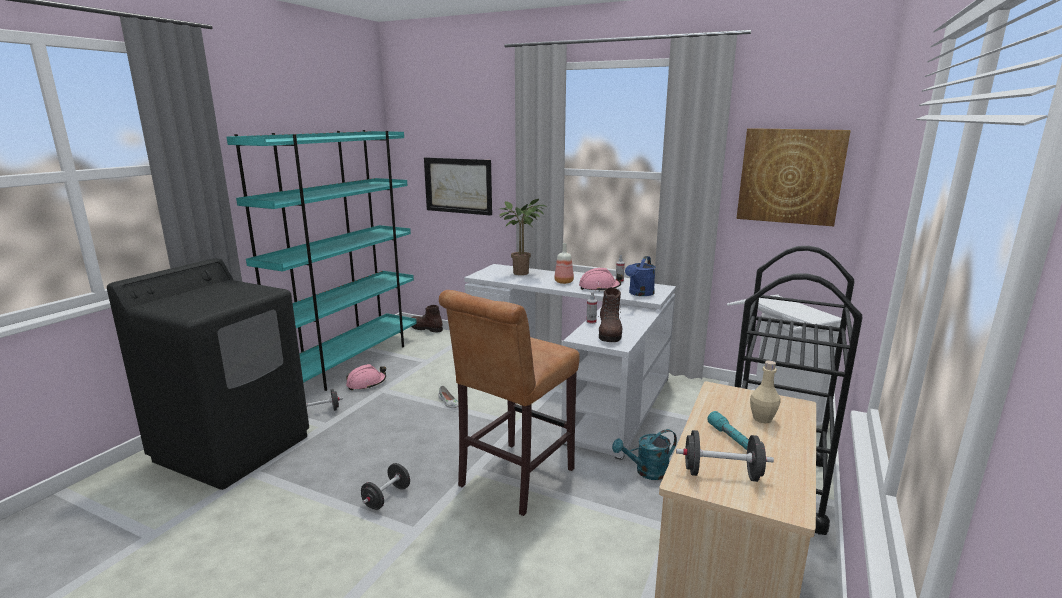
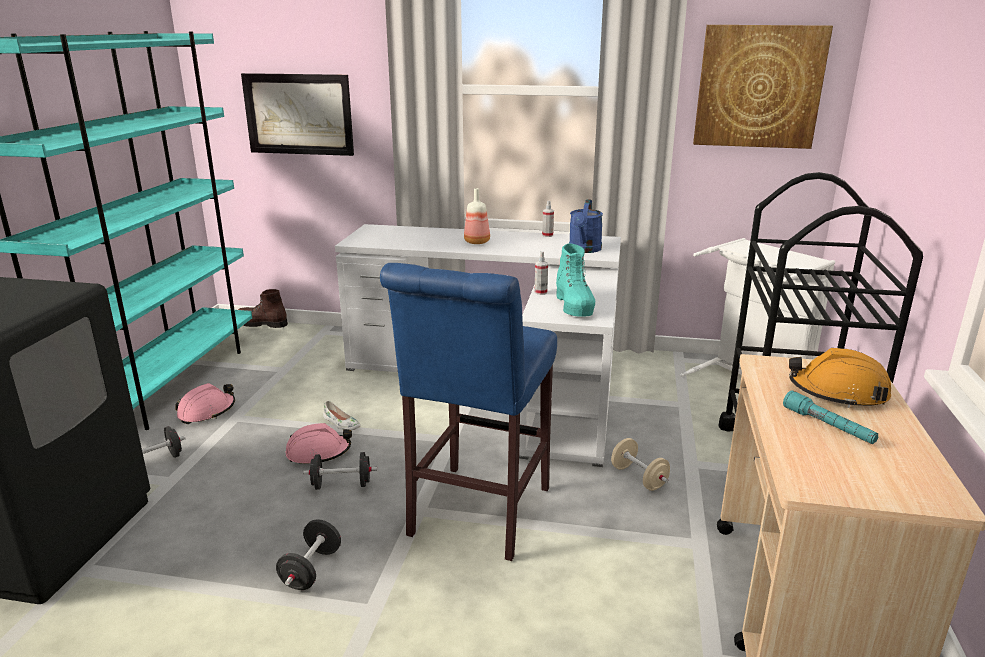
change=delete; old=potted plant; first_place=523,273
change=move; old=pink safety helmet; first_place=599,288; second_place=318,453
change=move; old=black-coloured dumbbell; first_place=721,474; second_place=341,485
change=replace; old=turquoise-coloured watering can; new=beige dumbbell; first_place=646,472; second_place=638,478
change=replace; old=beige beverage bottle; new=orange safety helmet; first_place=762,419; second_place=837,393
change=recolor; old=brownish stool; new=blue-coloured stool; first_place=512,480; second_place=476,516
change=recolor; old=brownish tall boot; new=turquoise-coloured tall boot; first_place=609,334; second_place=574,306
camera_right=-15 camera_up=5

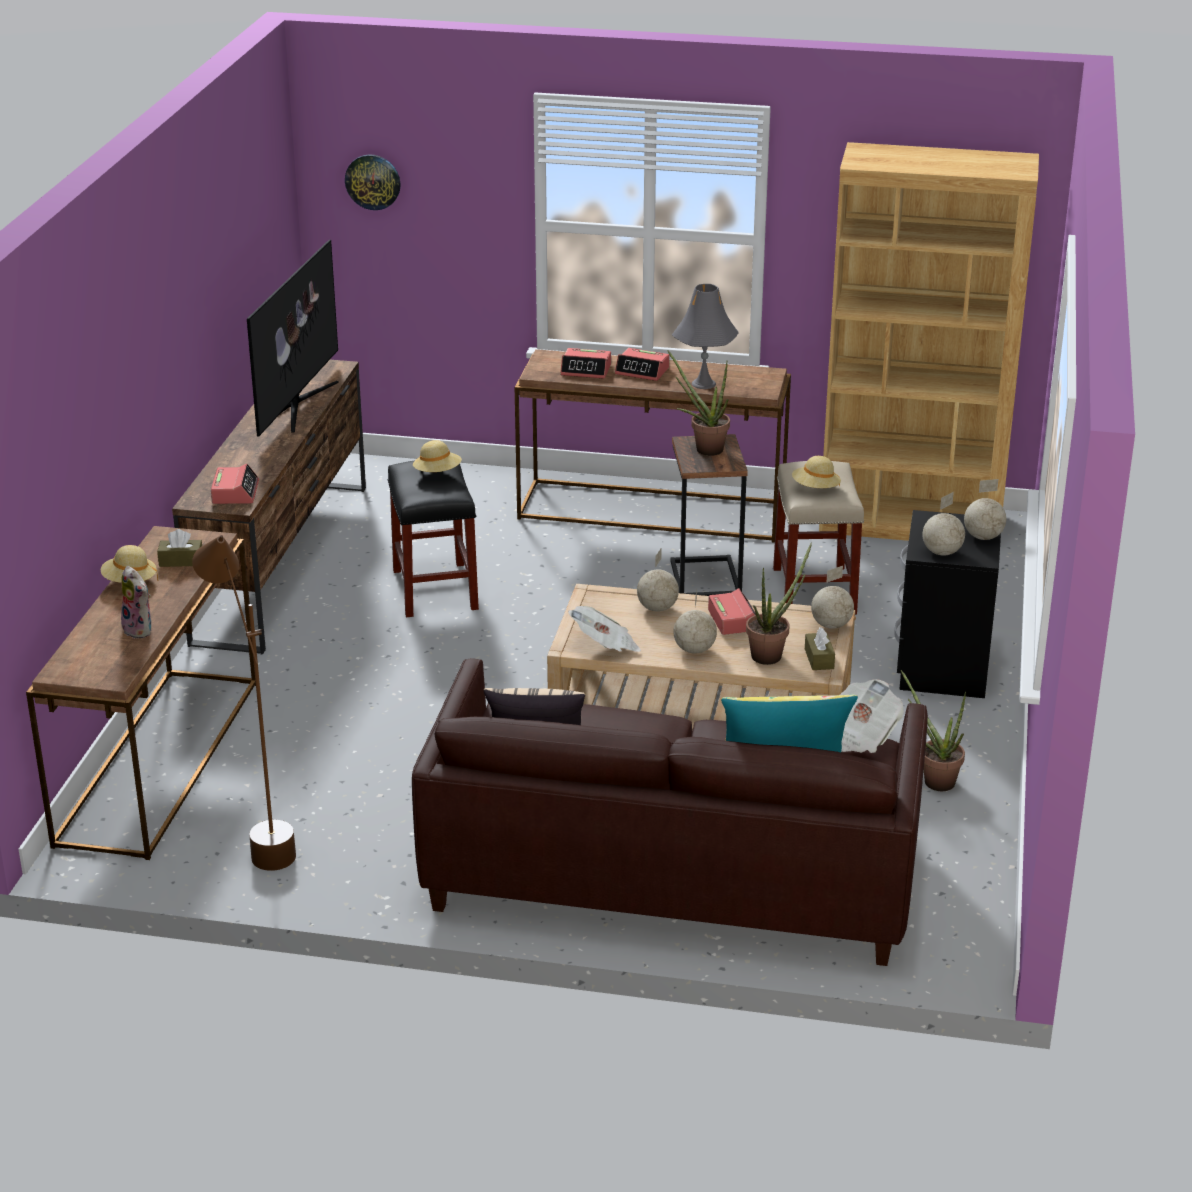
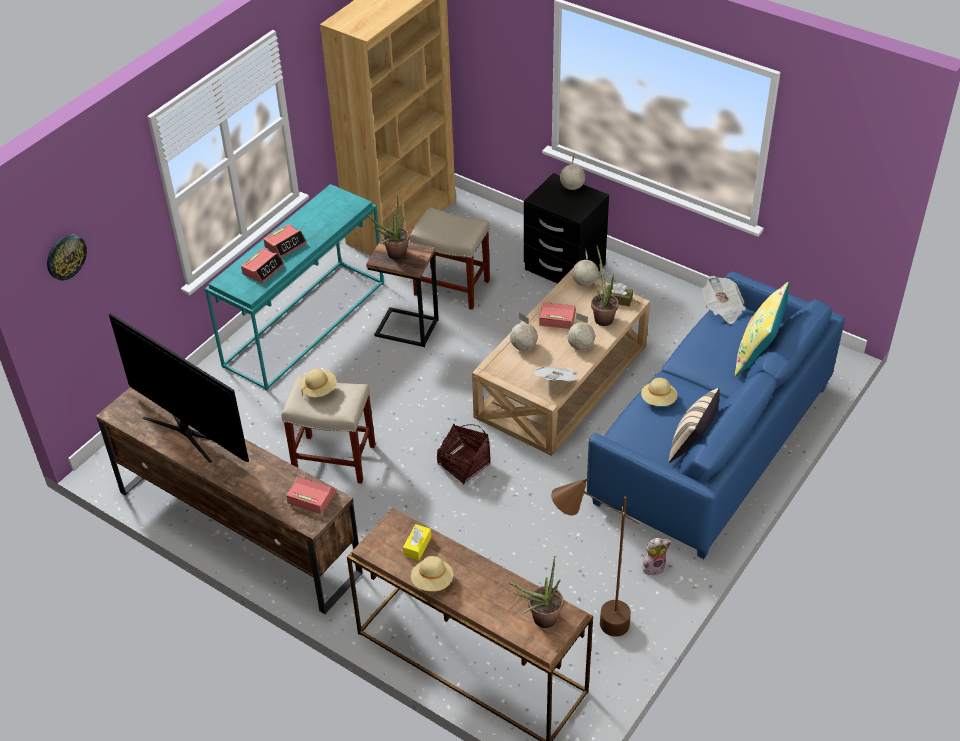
change=delete; old=grey table lamp; first_place=703,384
change=delete; old=desk globe; first_place=941,553
change=insert; new=household basket; second_place=463,464
change=move; old=soft toy; first_place=140,630; second_place=653,566
change=move; old=beige clothing hat; first_place=815,488; second_place=658,400
change=move; old=potted plant; first_place=933,780; second_place=540,620
change=recolor; old=brownish tissue box; new=yellow tissue box; first_place=181,561; second_place=417,546
change=recolor; old=black-coloured stool; new=beige stool; first_place=434,589; second_place=333,459
change=recolor; old=brownish sofa; new=blue-coloured sofa; first_place=671,873; second_place=711,444
change=recolor; old=brownish hall table; new=turquoise-coloured hall table; first_place=653,511; second_place=305,323
camera_right=-65 camera_up=15

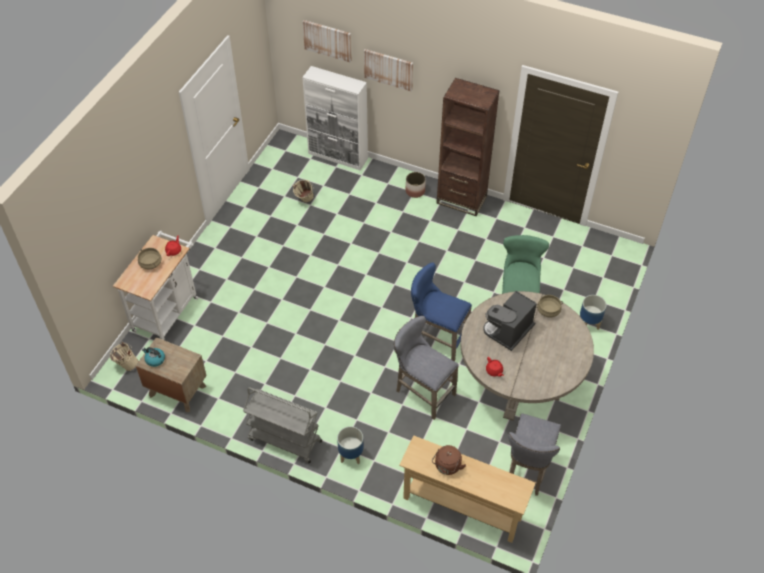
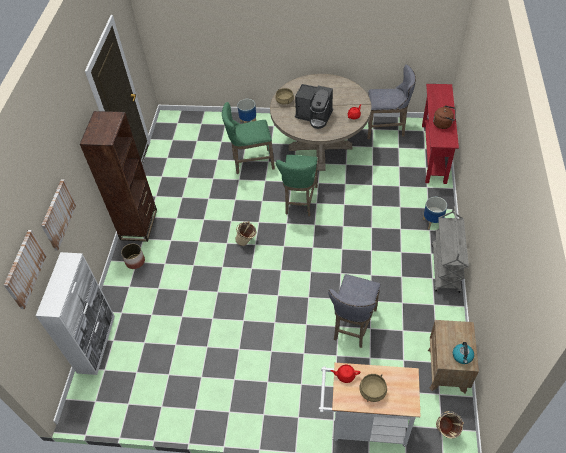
change=move; old=beige pail; first_place=304,201; second_place=247,242
change=move; old=grey stool; first_place=422,392; second_place=353,326
change=recolor; old=beige hall table; new=red-coloured hall table; first_place=462,508; second_place=434,153
change=recolor; old=blue-coloured stool; new=green-coloured stool; first_place=436,338; second_place=300,202
camera_right=-105 camera_up=0

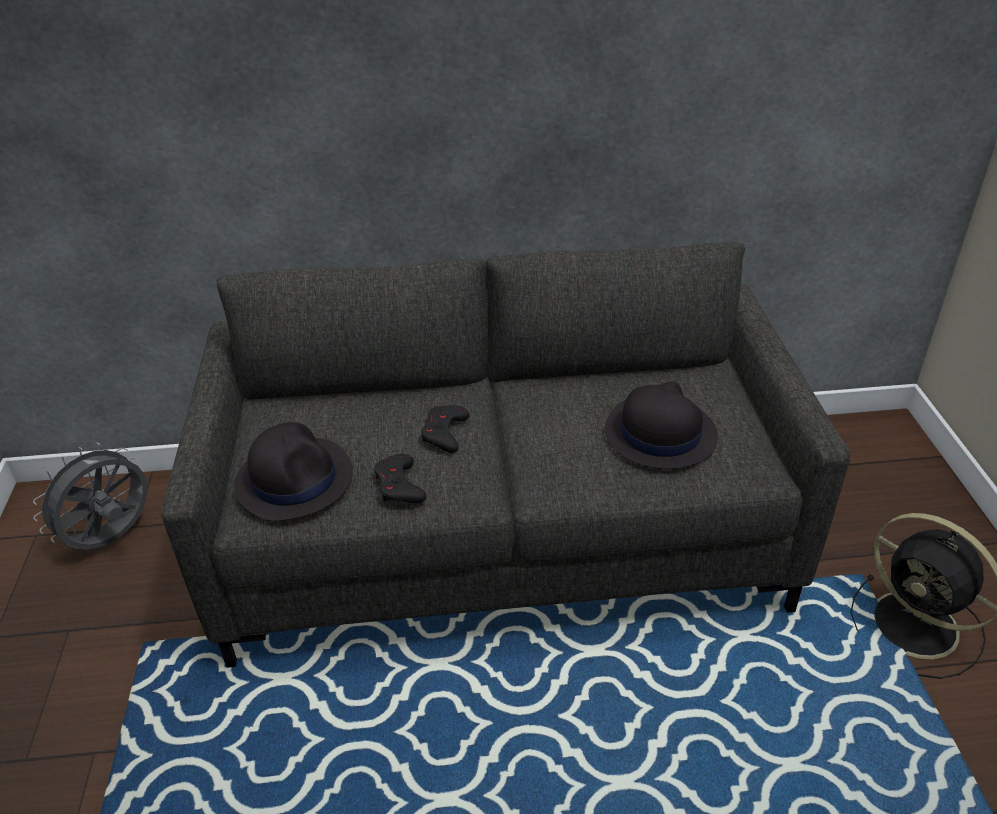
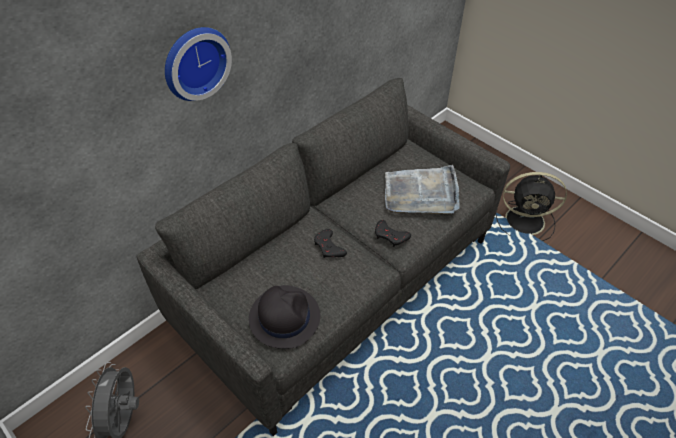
change=insert; new=hanging clock; second_place=194,62
change=move; old=black-coloured gamepad; first_place=399,485; second_place=390,236
change=replace; old=black-coloured clothing hat; new=grey tray; first_place=659,433; second_place=421,193
camera_right=-40 camera_up=10

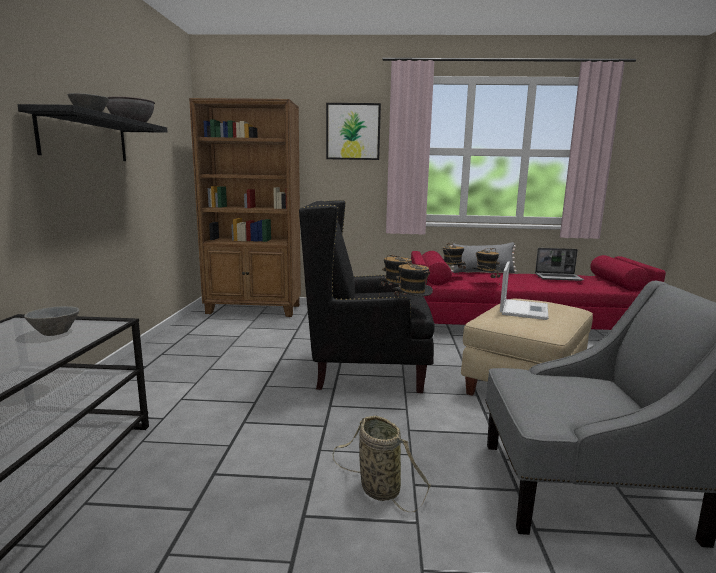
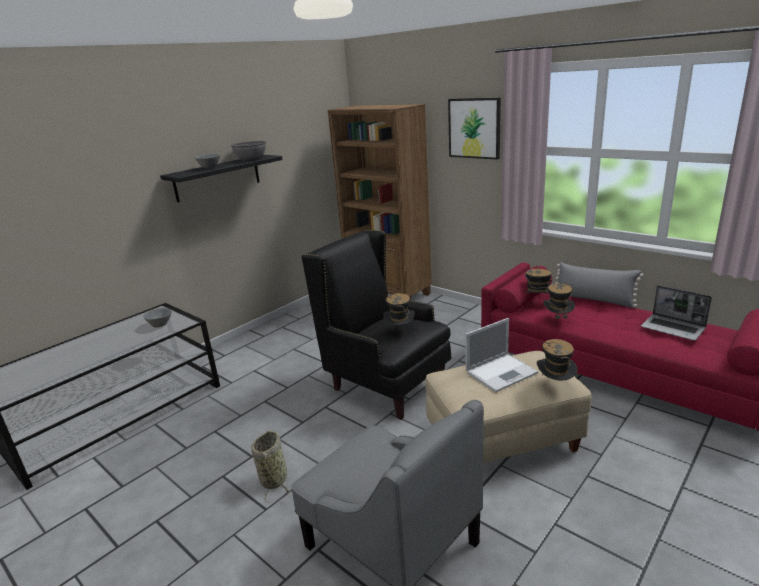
change=move; old=clothing hat; first_place=411,310; second_place=555,386
camera_right=40 camera_up=10

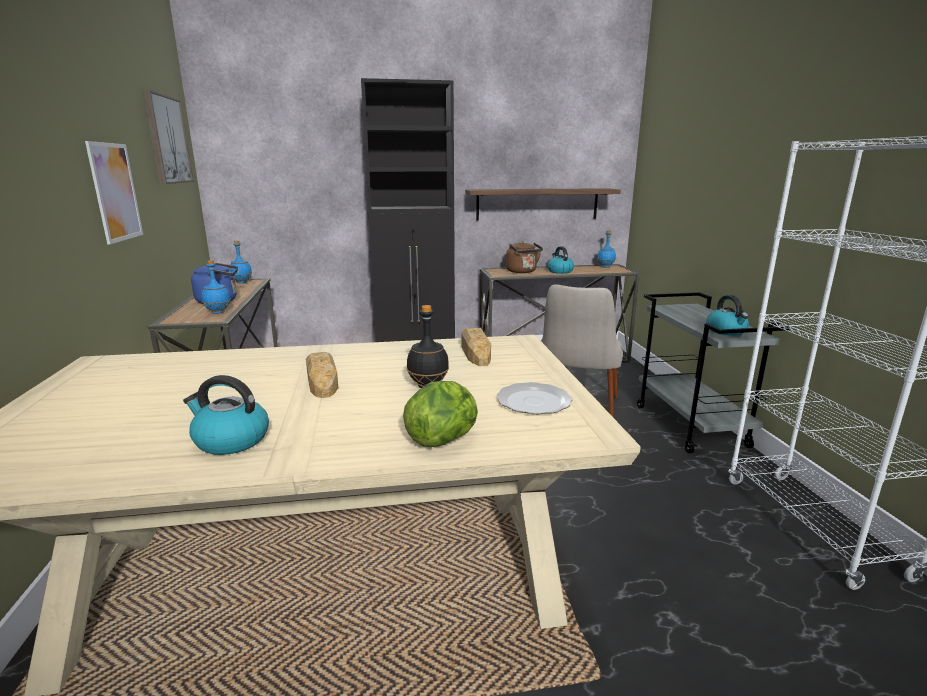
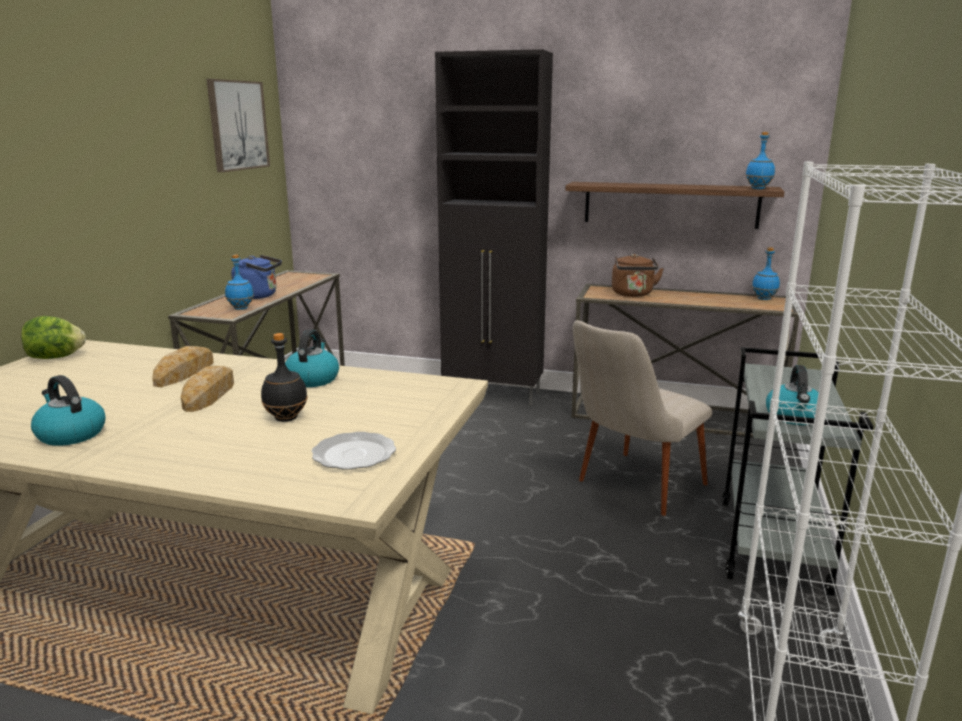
change=delete; old=wall picture; first_place=115,192
change=move; old=blue-coloured beverage bottle; first_place=242,282; second_place=758,188
change=move; old=lettuce; first_place=444,439; second_place=56,357
change=move; old=bread; first_place=475,352; second_place=184,373
change=move; old=kettle; first_place=559,271; second_place=312,379
camera_right=25 camera_up=0

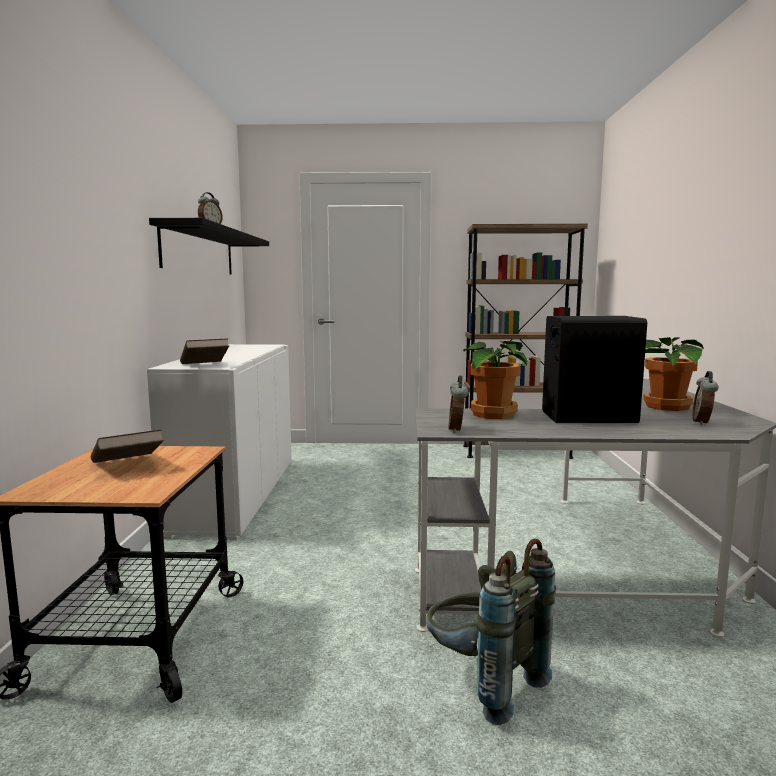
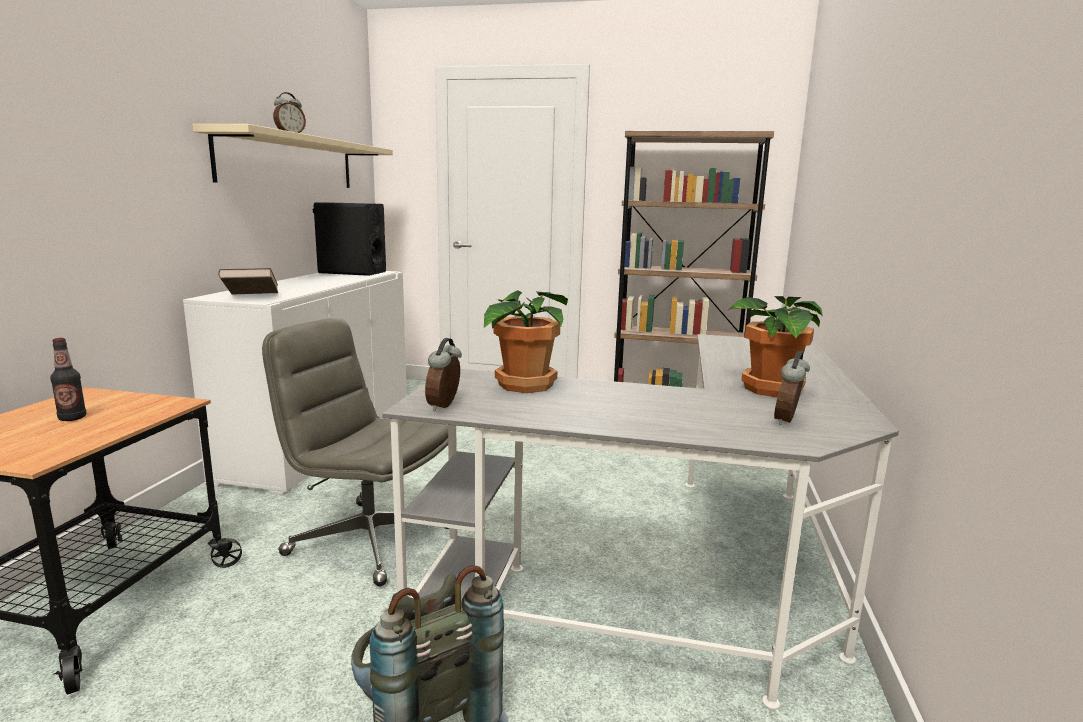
change=insert; new=grey office chair; second_place=367,540
change=move; old=black-coloured loudspeaker; first_place=587,417; second_place=352,272
change=replace; old=brownish volume; new=beverage bottle; first_place=127,466; second_place=72,418
change=recolor; old=black-coloured shelf; new=beige shelf; first_place=199,251; second_place=290,162
camera_right=10 camera_up=5

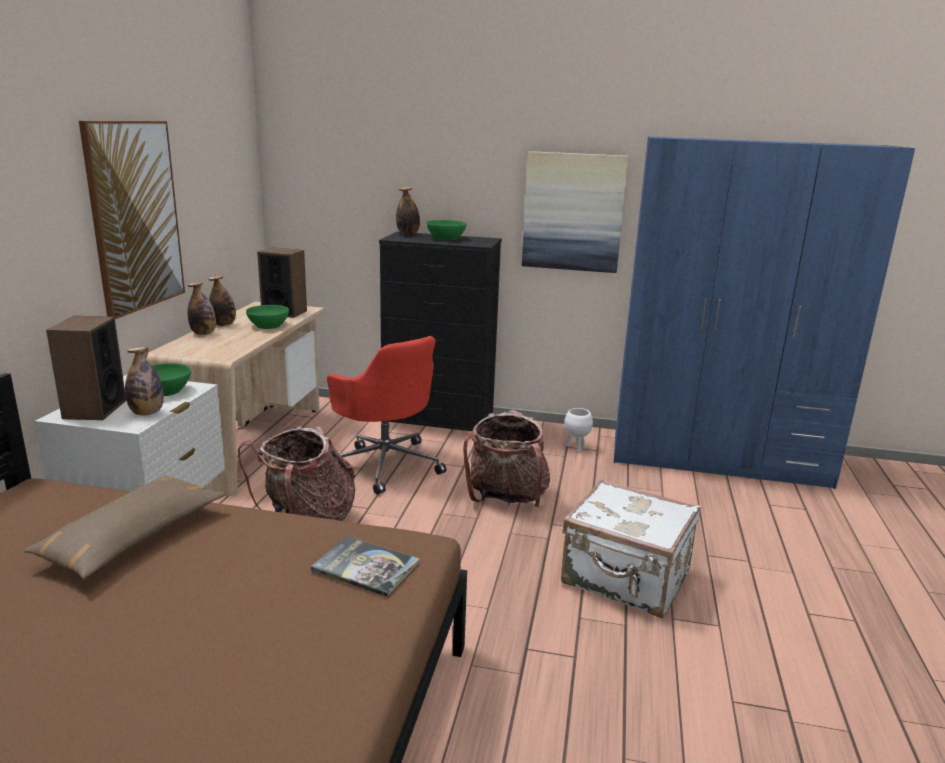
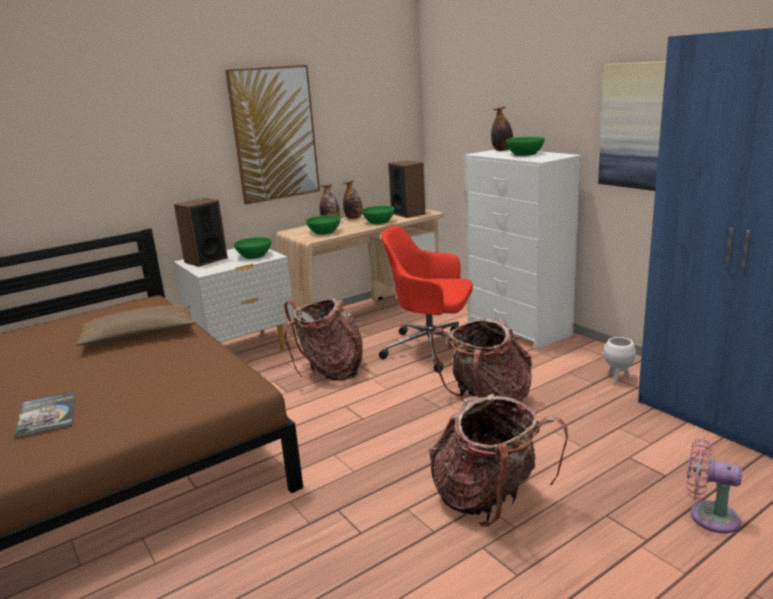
change=delete; old=beverage bottle; first_place=147,413
change=insert; new=green-coloured serving bowl; second_place=324,232
change=insert; new=pink cooling fan; second_place=708,516
change=move; old=volume; first_place=366,566; second_place=47,415
change=replace; old=white-coloured piece of luggage; new=rucksack; first_place=625,579; second_place=490,499
change=recolor; old=black-coloured drawer chest; new=white-coloured drawer chest; first_place=439,422; second_place=519,328
change=rotate; old=red-coloured office chair; first_place=385,464; second_place=431,349; degrees=105
camera_right=45 camera_up=0

